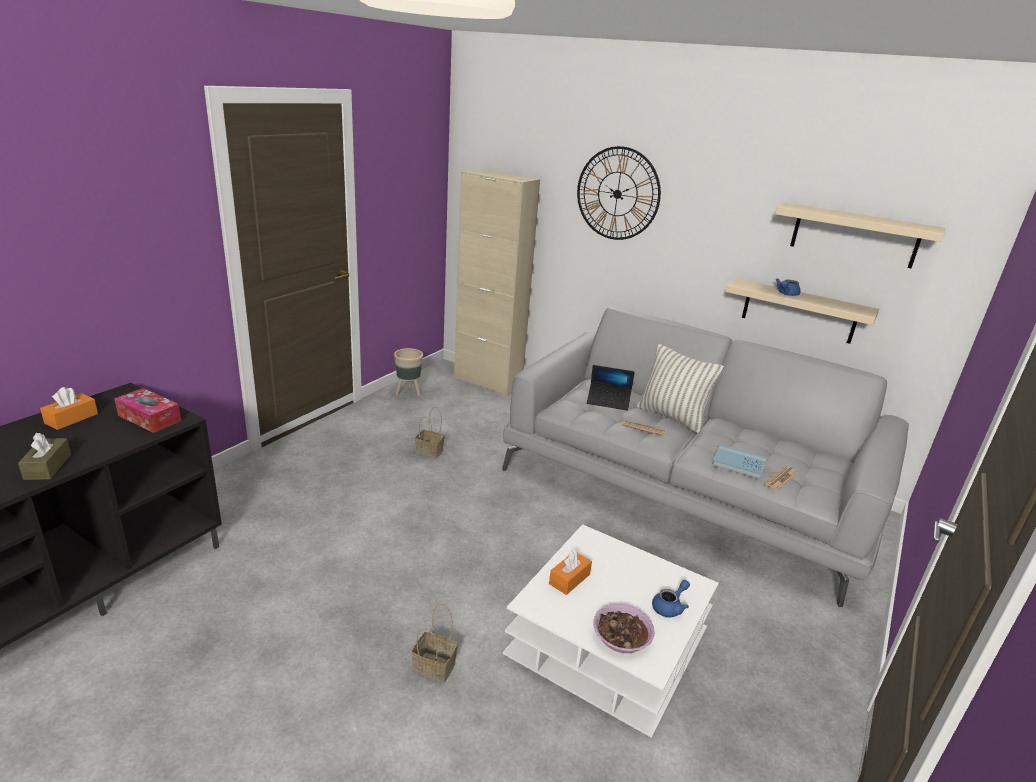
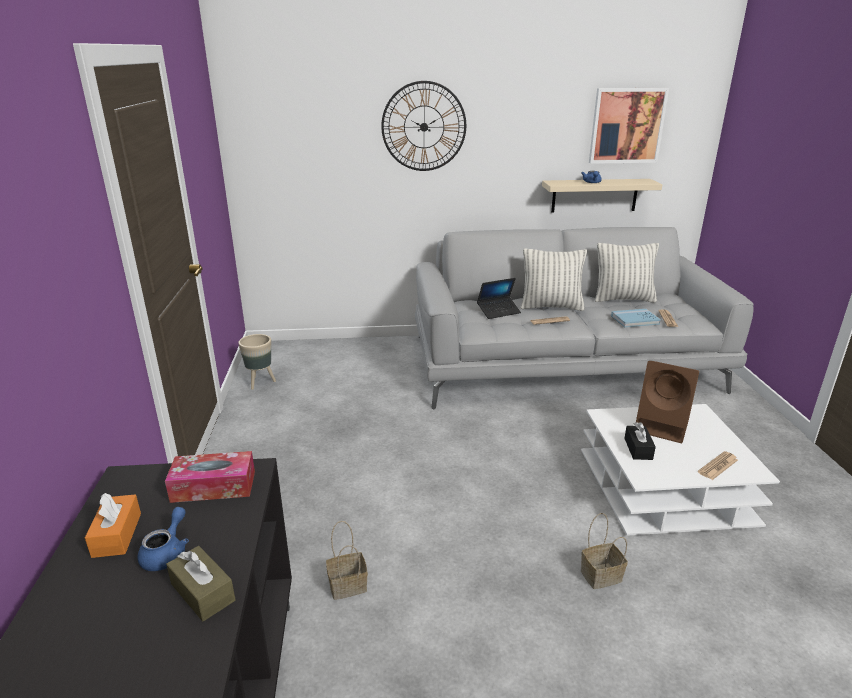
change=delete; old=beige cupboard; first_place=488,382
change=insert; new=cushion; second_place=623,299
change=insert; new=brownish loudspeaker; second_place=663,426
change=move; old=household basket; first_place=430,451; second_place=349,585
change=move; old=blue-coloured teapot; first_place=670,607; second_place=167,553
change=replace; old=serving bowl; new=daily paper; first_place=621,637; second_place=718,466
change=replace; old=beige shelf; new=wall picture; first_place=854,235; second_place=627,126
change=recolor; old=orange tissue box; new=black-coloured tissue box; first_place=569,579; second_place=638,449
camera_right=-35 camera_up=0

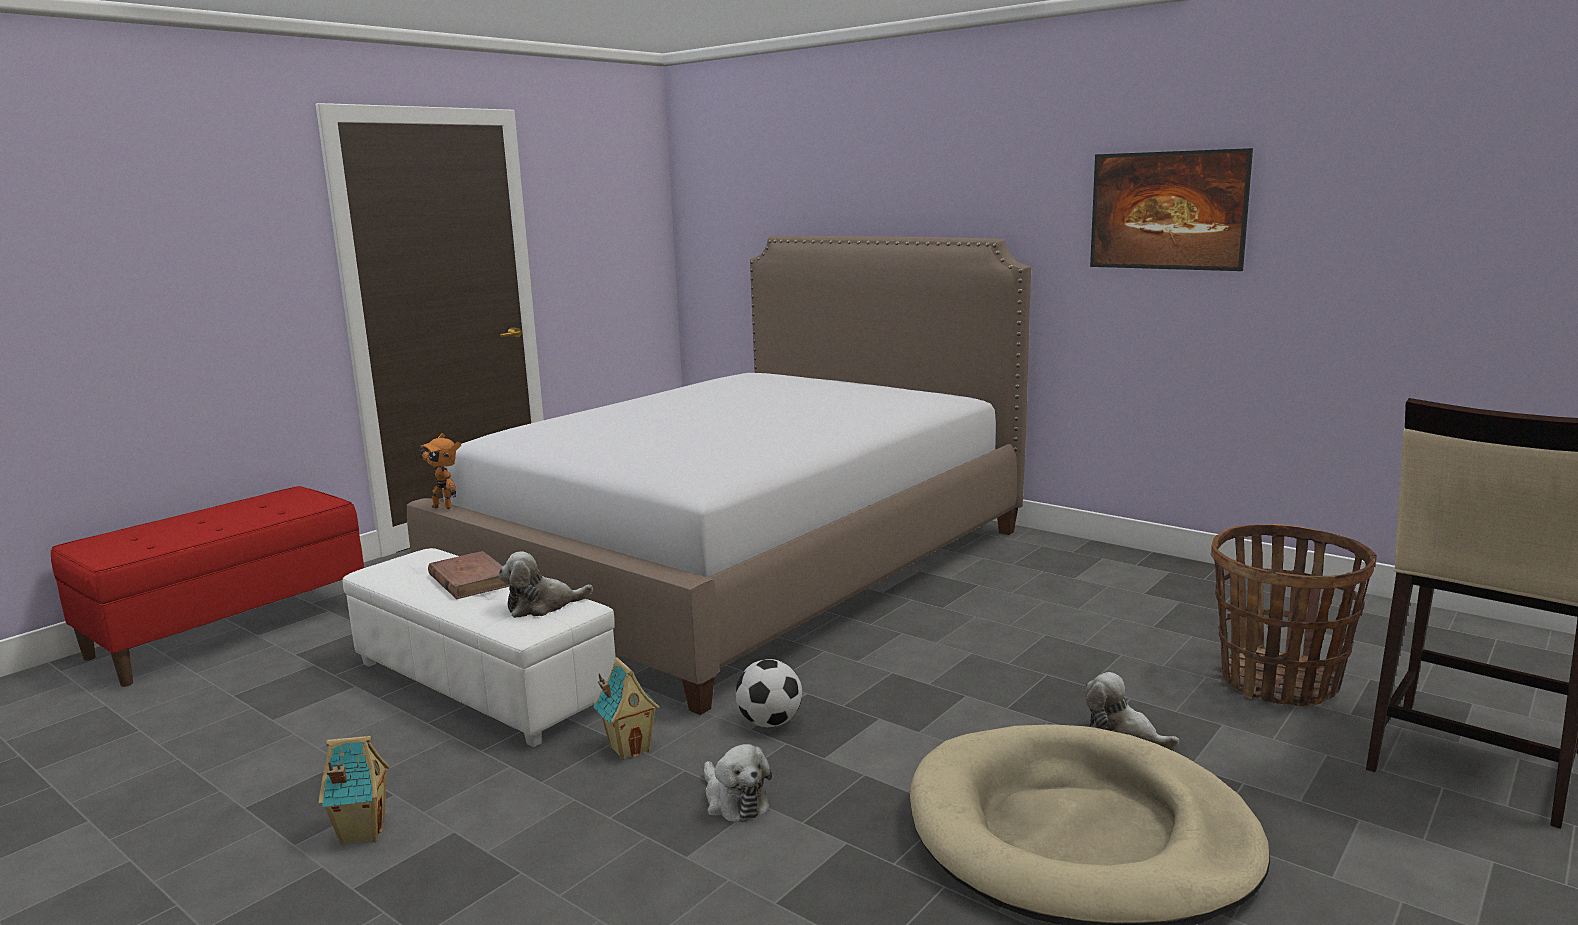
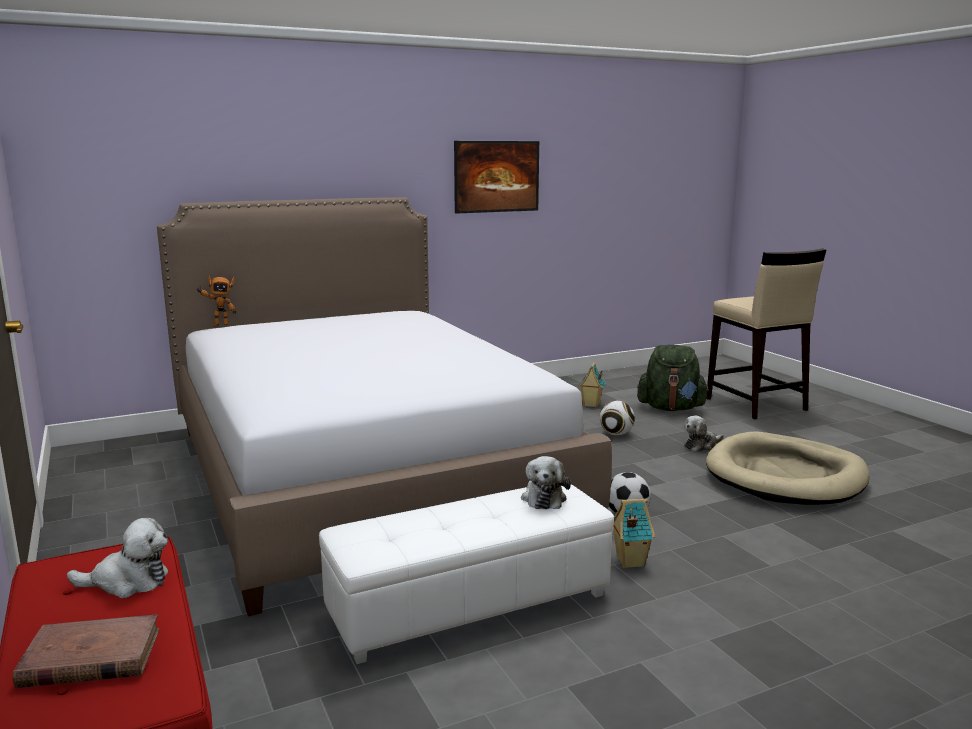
change=insert; new=ball for football; second_place=616,434
change=move; old=miniature house; first_place=361,832; second_place=591,405
change=move; old=model robot; first_place=444,506; second_place=219,325
change=move; old=brownish volume; first_place=470,580; second_place=90,658
change=move; old=soft toy; first_place=734,801; second_place=128,582
change=replace; old=household basket; new=green-coloured rucksack; first_place=1279,682; second_place=671,408
camera_right=-65 camera_up=0

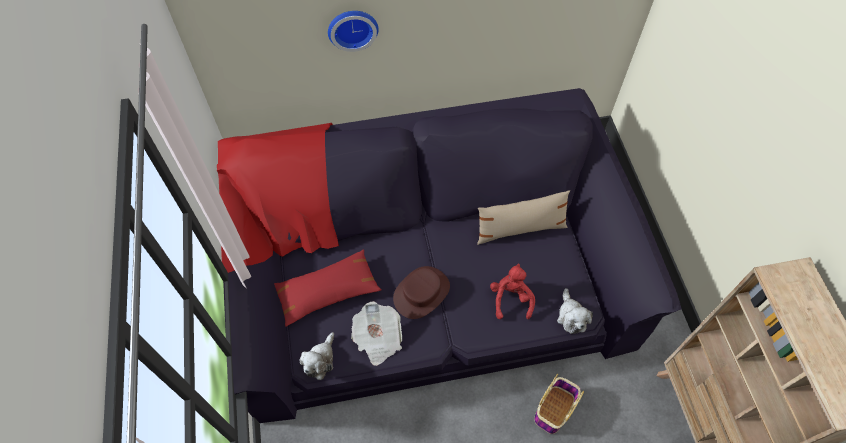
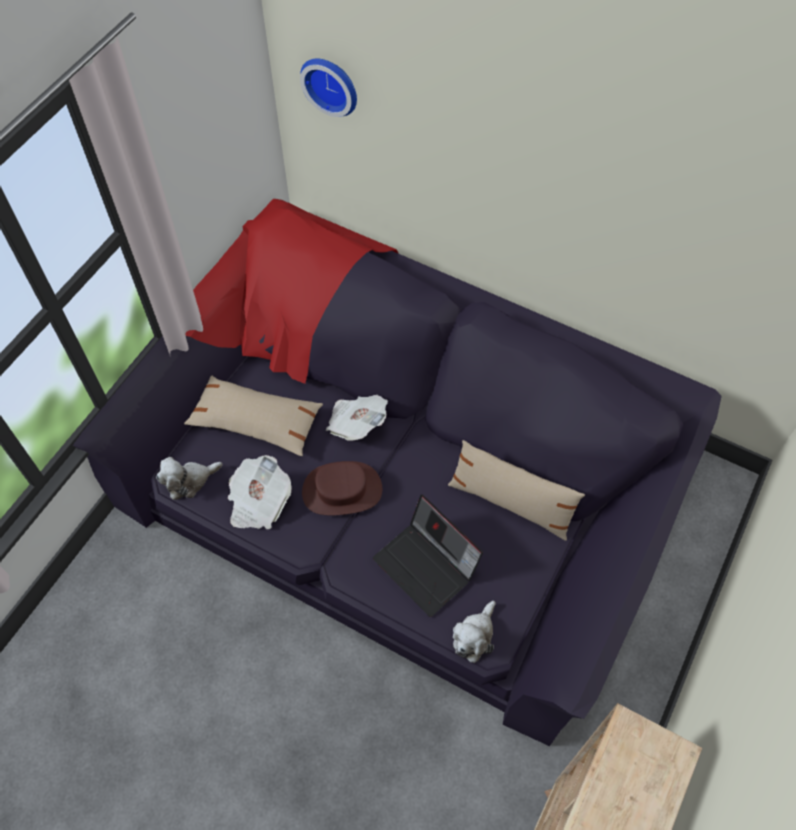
change=delete; old=household basket; first_place=554,409
change=insert; new=daily paper; second_place=356,423
change=move; old=hanging clock; first_place=352,27; second_place=331,84
change=replace; old=red-coloured soft toy; new=notebook computer; first_place=510,298; second_place=427,566
change=recolor; old=red-coloured cushion; new=beige cushion; first_place=327,291; second_place=256,421
camera_right=40 camera_up=0

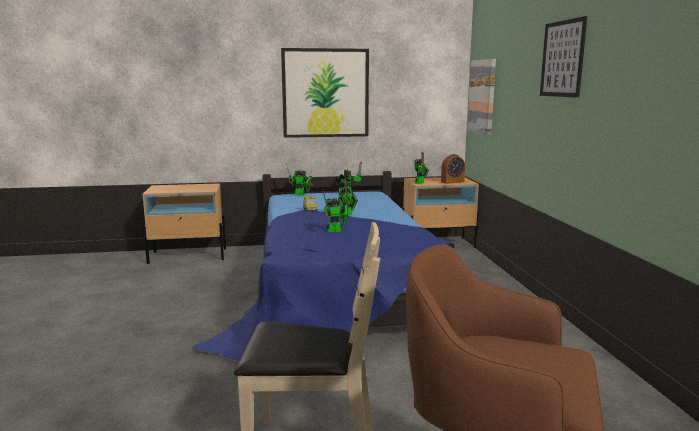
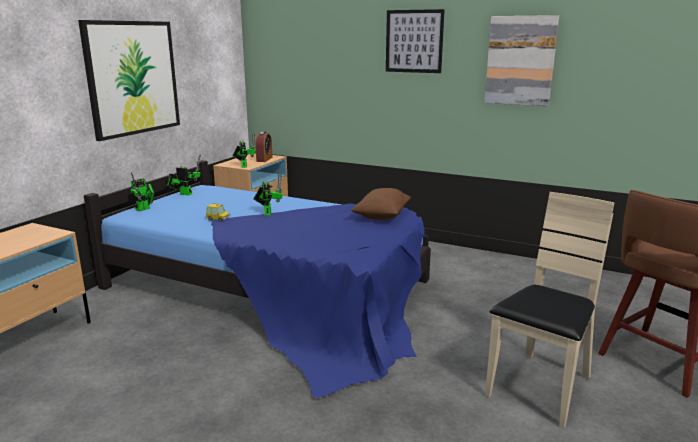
change=delete; old=model robot; first_place=336,230
change=insert; new=brownish cushion; second_place=381,216
change=move; old=wall picture; first_place=482,96; second_place=520,61
camera_right=-55 camera_up=5

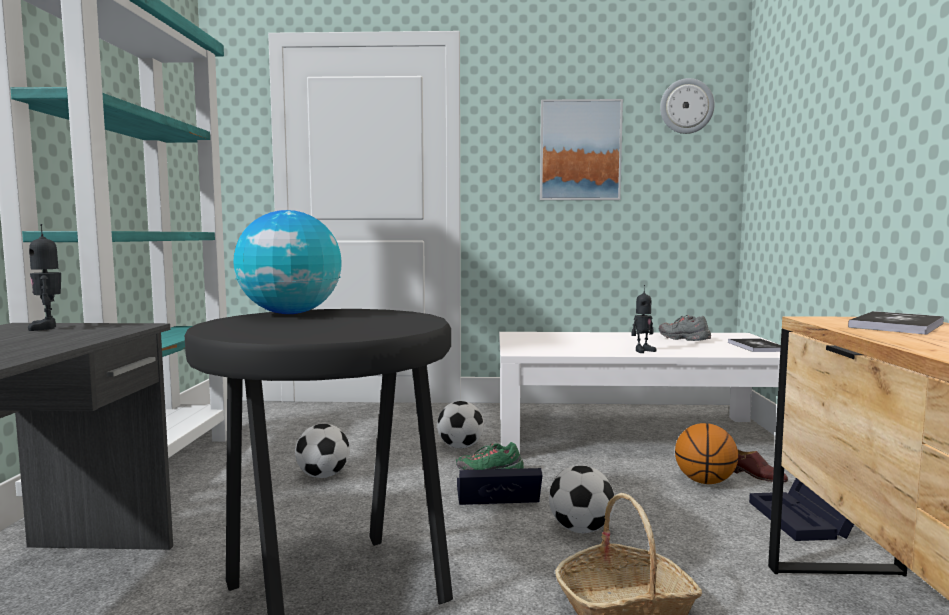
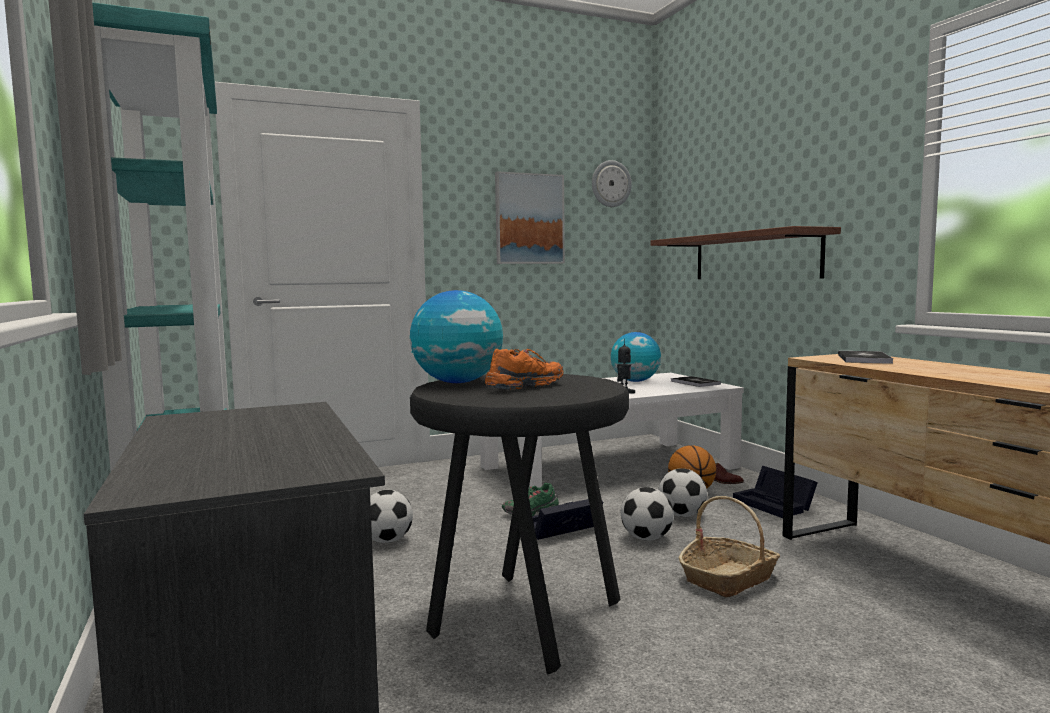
change=delete; old=model robot; first_place=47,328
change=insert; new=orange shoe; second_place=524,387
change=insert; new=shelf; second_place=754,256
change=move; old=ball for football; first_place=460,447; second_place=682,515
change=replace; old=grey shoe; new=desk globe; first_place=683,339; second_place=635,381
camera_right=-25 camera_up=0

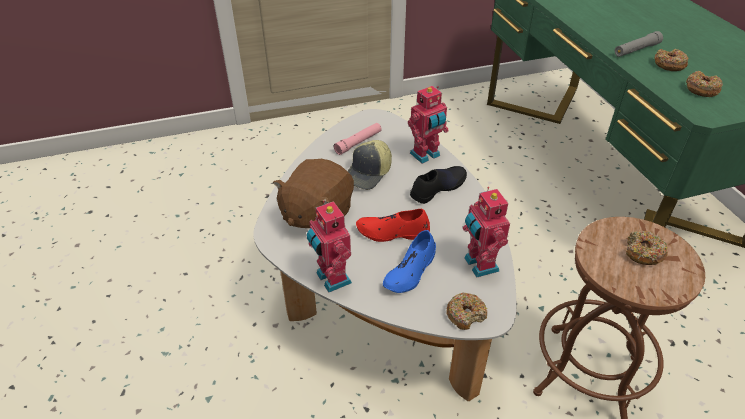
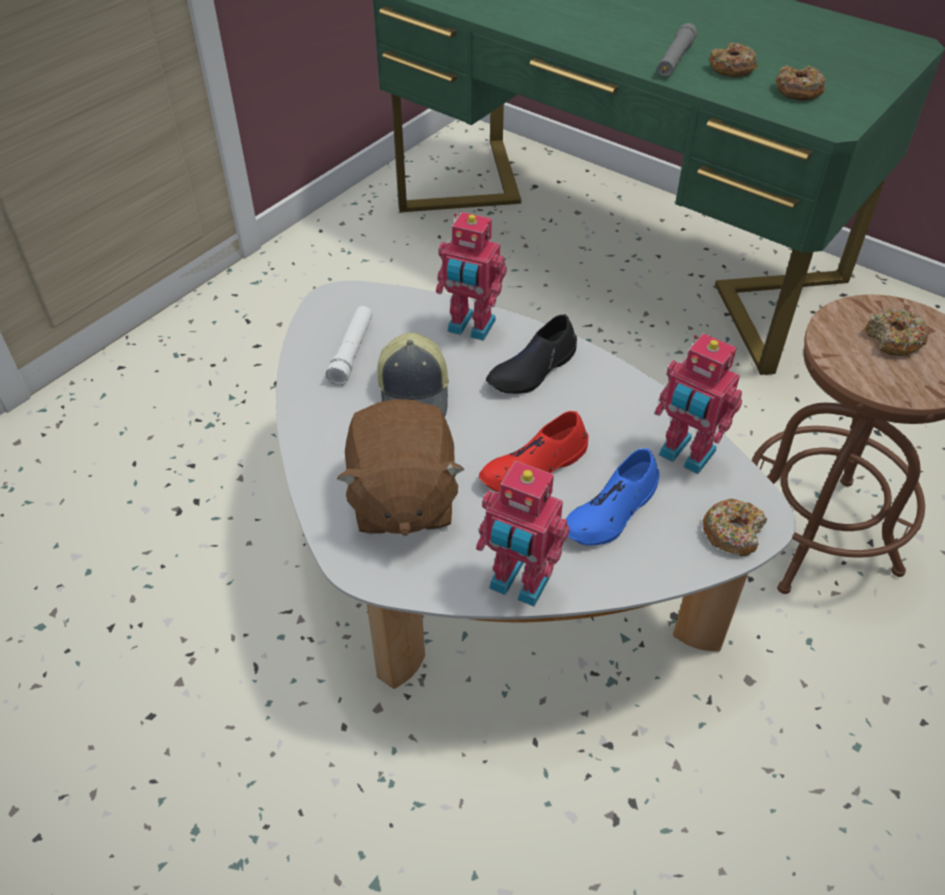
change=recolor; old=pink torch; new=white-coloured torch; first_place=358,142; second_place=352,351
change=rotate; old=blue-coloured shoe; first_place=410,271; second_place=611,511; degrees=45
change=rotate; old=model robot; first_place=426,155; second_place=470,327; degrees=90
change=rotate; old=black-coloured shoe; first_place=438,188; second_place=532,370; degrees=-150
camera_right=-35 camera_up=5

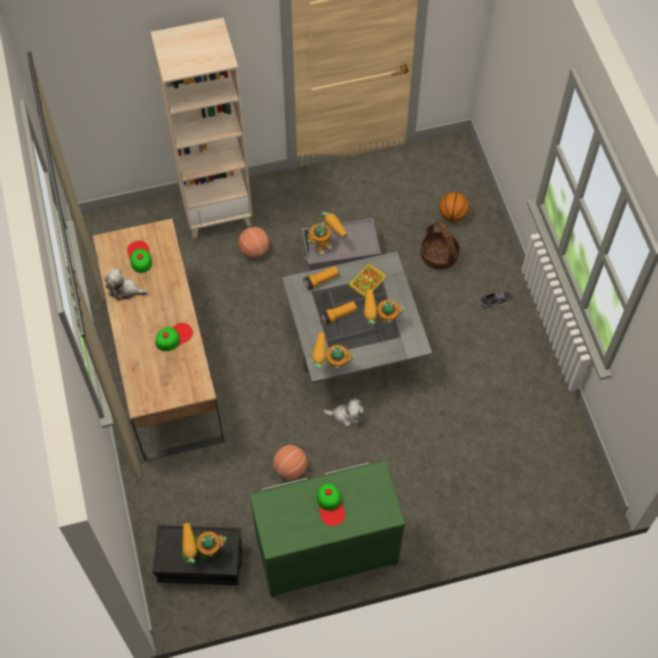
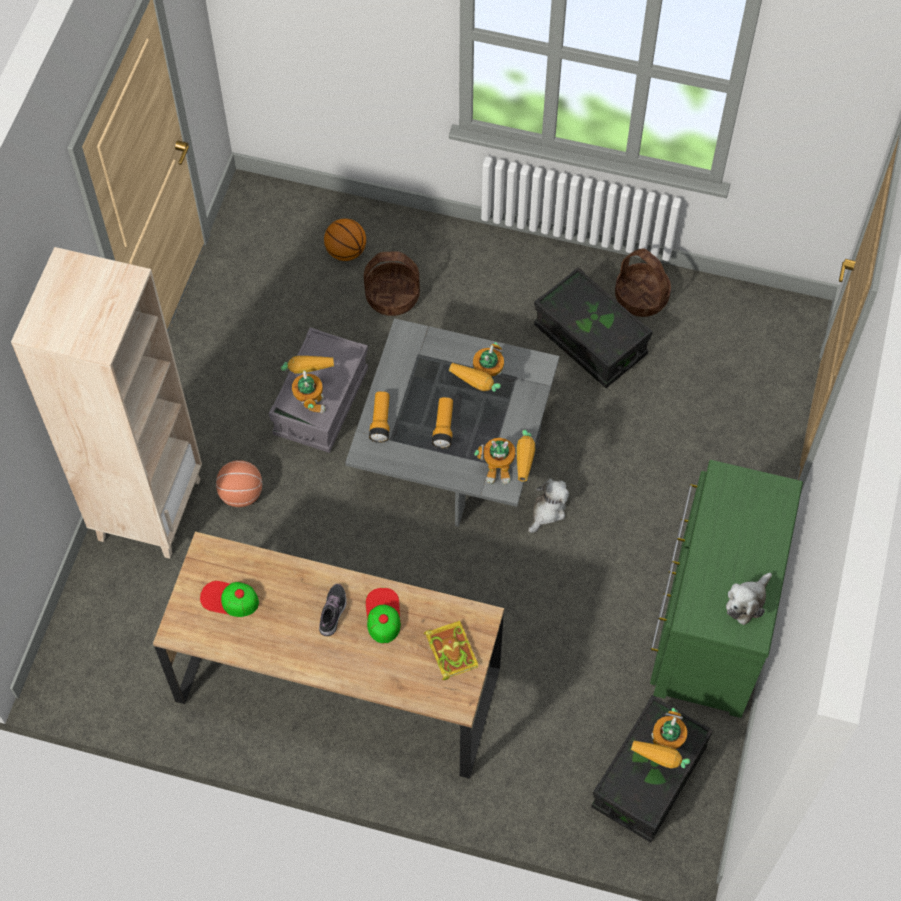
change=delete; old=basketball ball; first_place=290,468
change=delete; old=baseball cap; first_place=330,505
change=insert; new=black-coloured storage container; second_place=590,340
change=insert; new=household basket; second_place=641,297
change=move; old=soft toy; first_place=125,290; second_place=747,602
change=move; old=volume; first_place=367,281; second_place=450,650
change=move; old=shoe; first_place=496,301; second_place=333,612
change=rotate; old=model robot; first_place=330,366; second_place=508,473; degrees=-120
camera_right=-60 camera_up=0

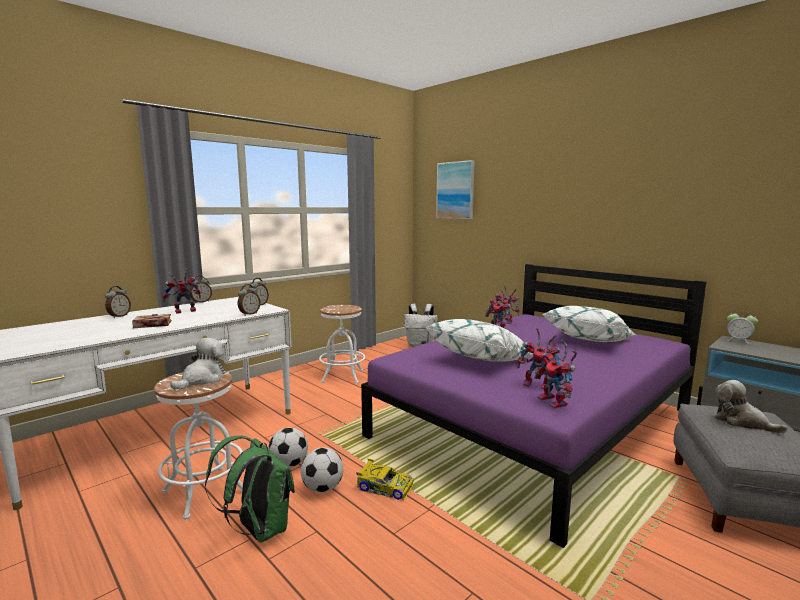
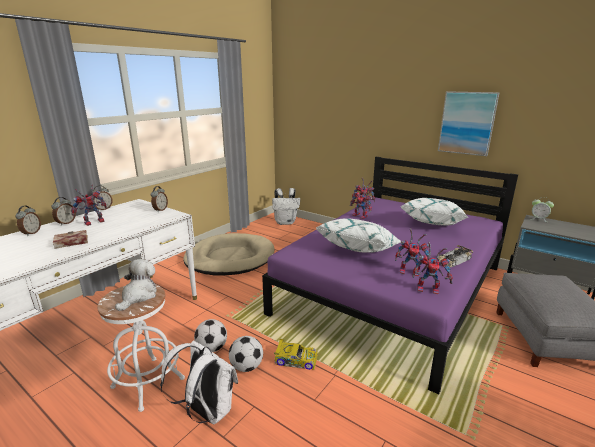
change=delete; old=soft toy; first_place=741,422
change=insert; new=miniature car; second_place=453,260
change=move; old=alarm clock; first_place=249,314; second_place=66,223
change=move; old=wall picture; first_place=455,190; second_place=467,123
change=replace; old=white-coloured stool; new=beige dog cushion; first_place=342,376; second_place=230,258
change=recolor; old=green-coloured rucksack; new=white-coloured rucksack; first_place=259,529; second_place=206,411
change=rotate; old=model robot; first_place=556,402; second_place=429,289; degrees=-45
camera_right=-10 camera_up=10

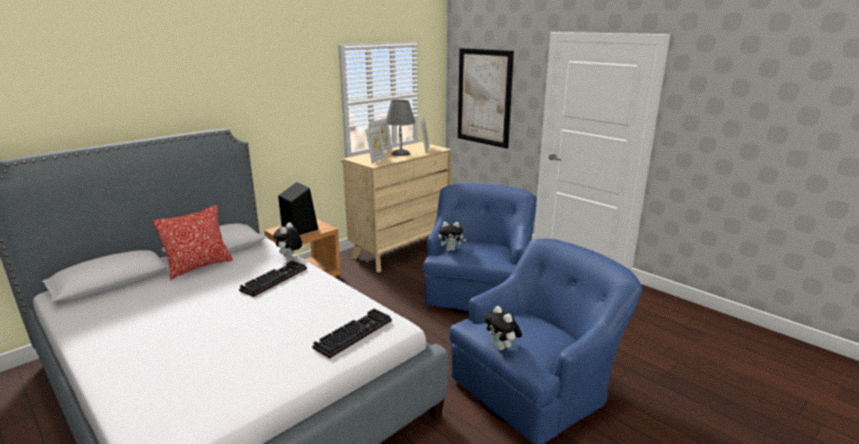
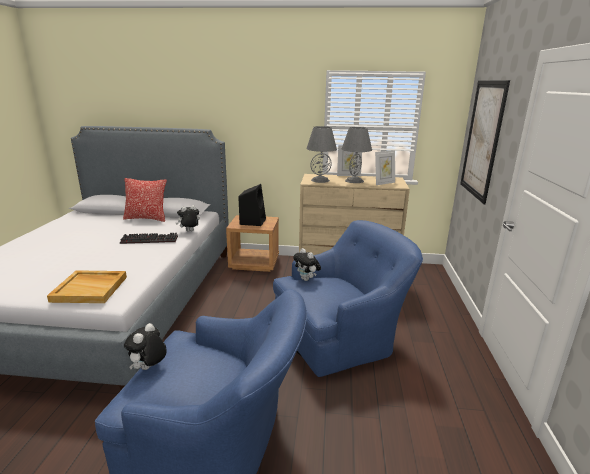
change=replace; old=PC keyboard; new=beige tray; first_place=353,333; second_place=90,288
change=replace; old=photo frame; new=grey table lamp; first_place=376,160; second_place=320,180
camera_right=50 camera_up=0

